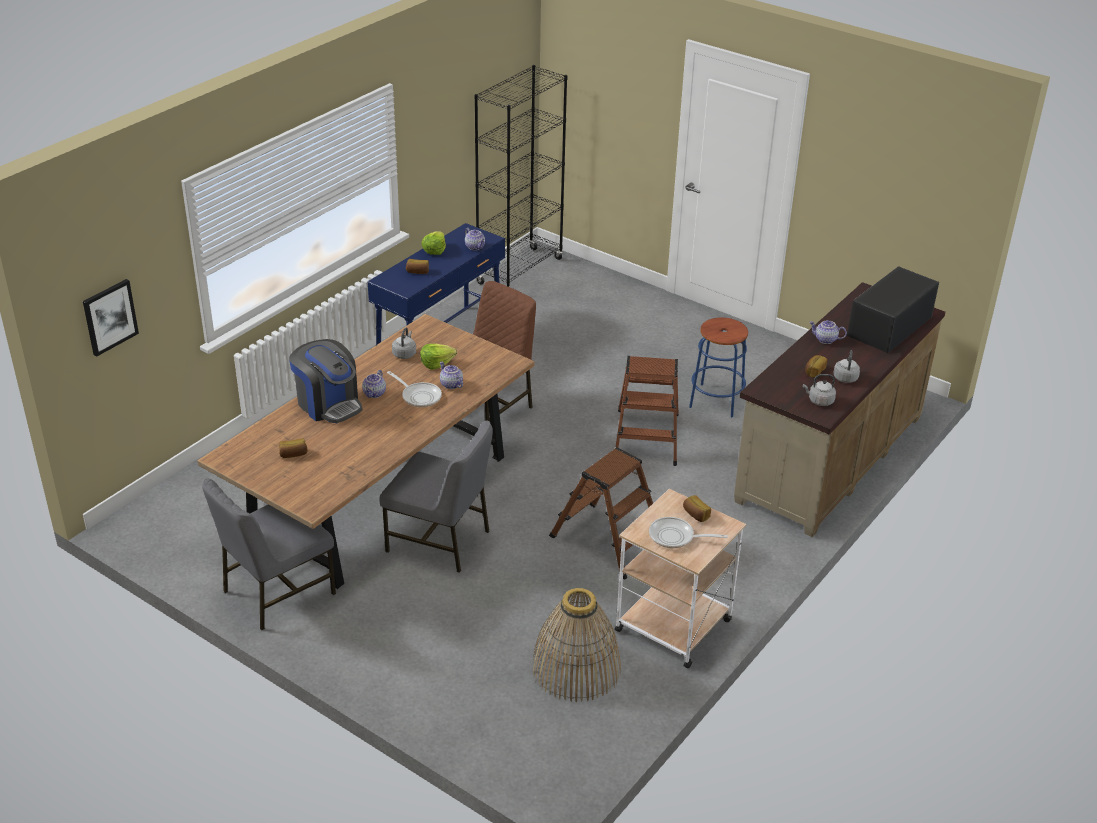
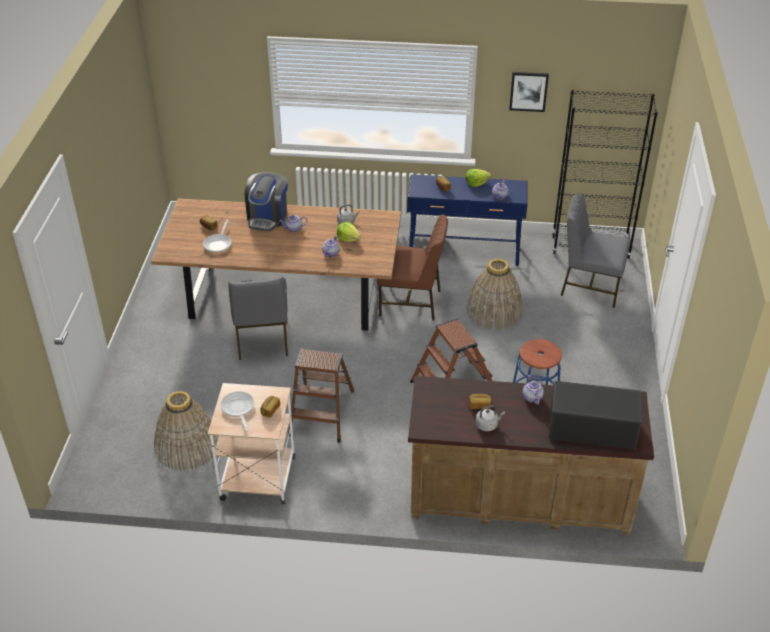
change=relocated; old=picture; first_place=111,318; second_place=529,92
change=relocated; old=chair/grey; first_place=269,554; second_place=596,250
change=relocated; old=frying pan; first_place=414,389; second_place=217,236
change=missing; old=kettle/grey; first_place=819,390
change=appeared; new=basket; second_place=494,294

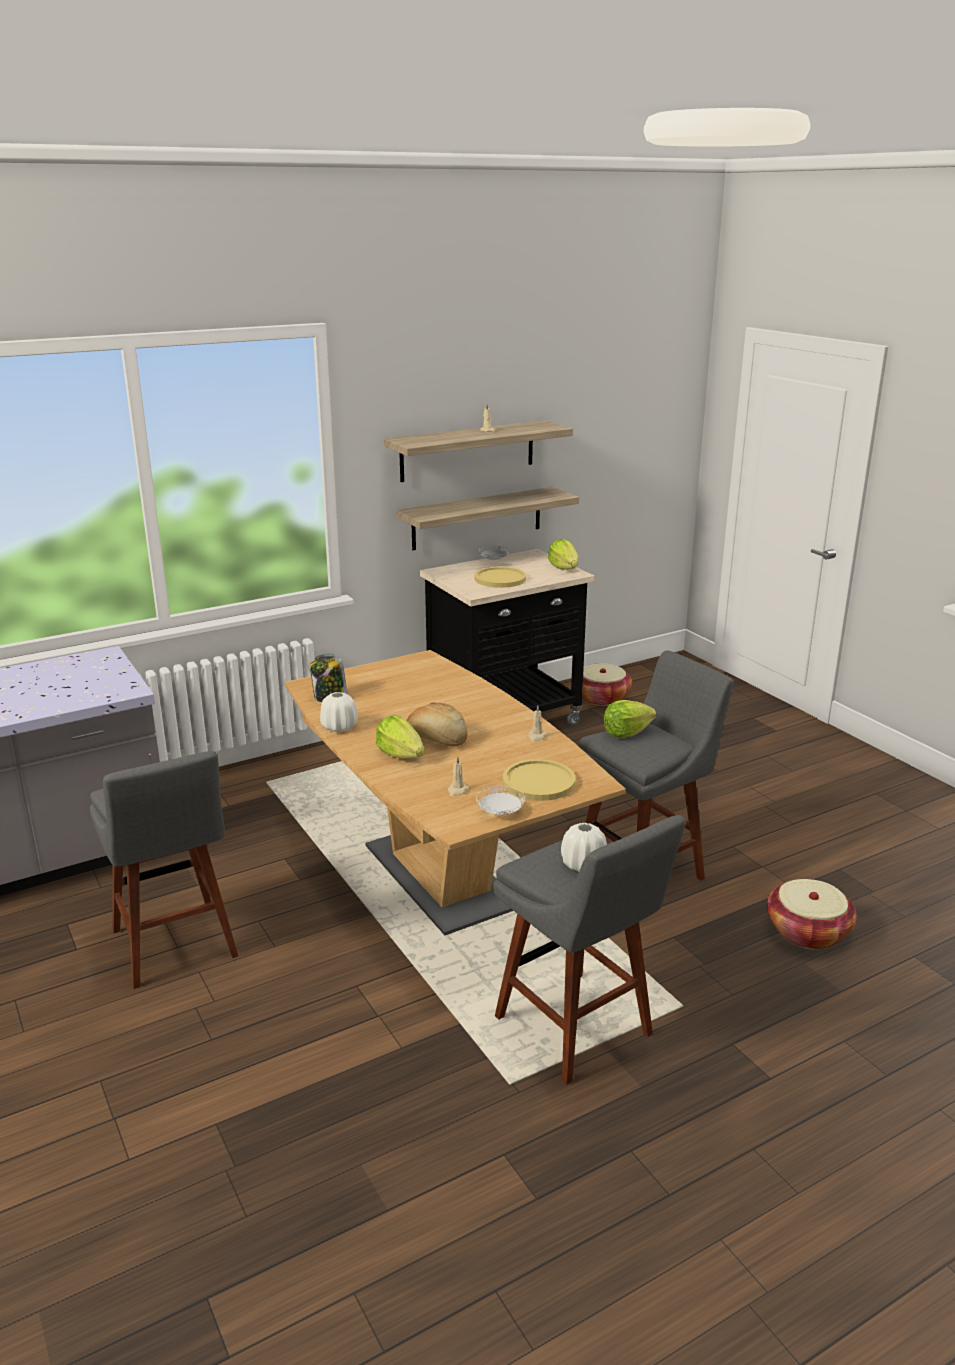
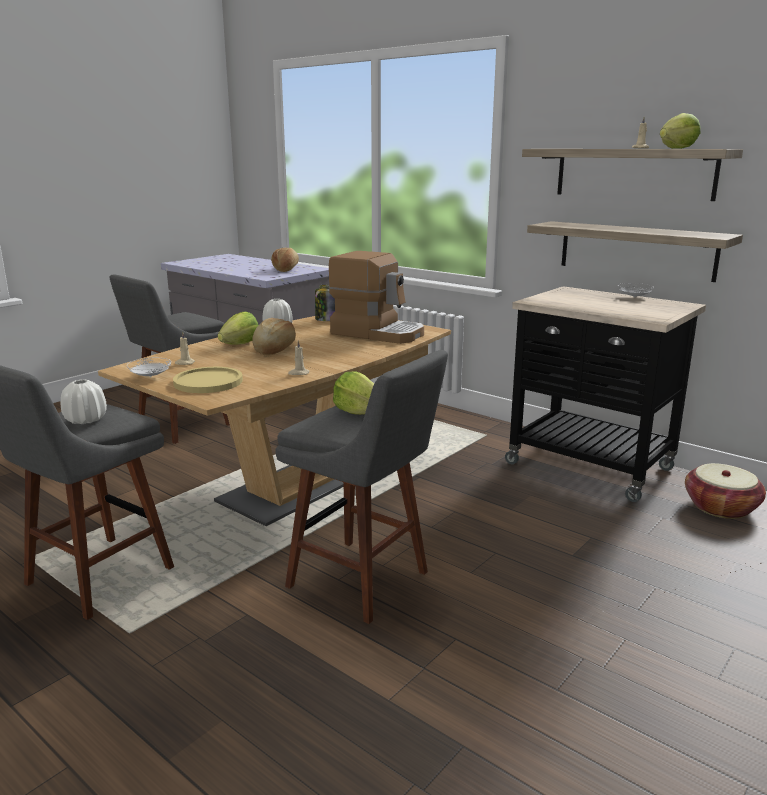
change=missing; old=plate/yellow; first_place=500,577
change=relocated; old=lettuce; first_place=563,554; second_place=680,131
change=missing; old=basket; first_place=812,914
change=appeared; new=bread; second_place=285,260
change=appeared; new=coffee machine; second_place=376,297

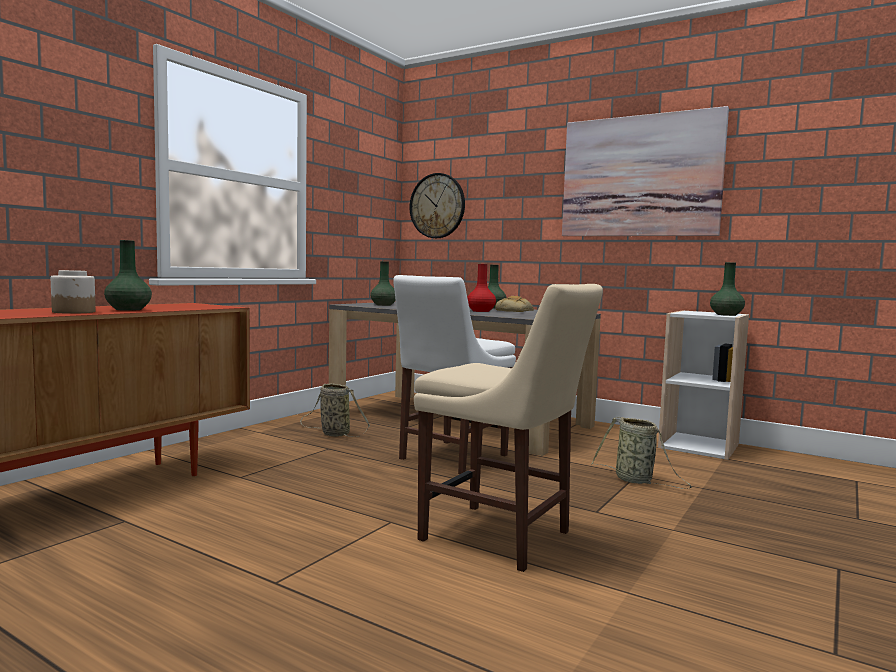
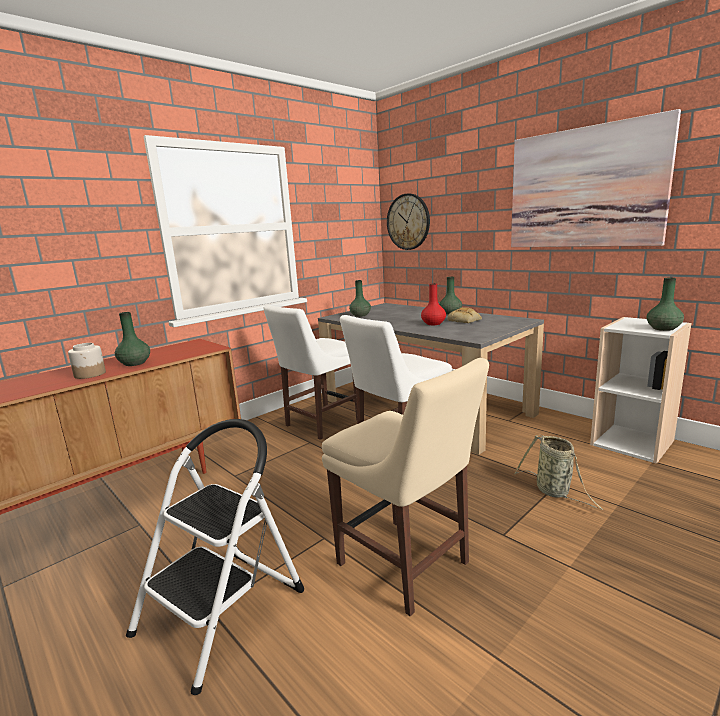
change=exchanged; old=basket; new=chair/white; first_place=335,410; second_place=310,372
change=appeared; new=step ladder; second_place=215,557

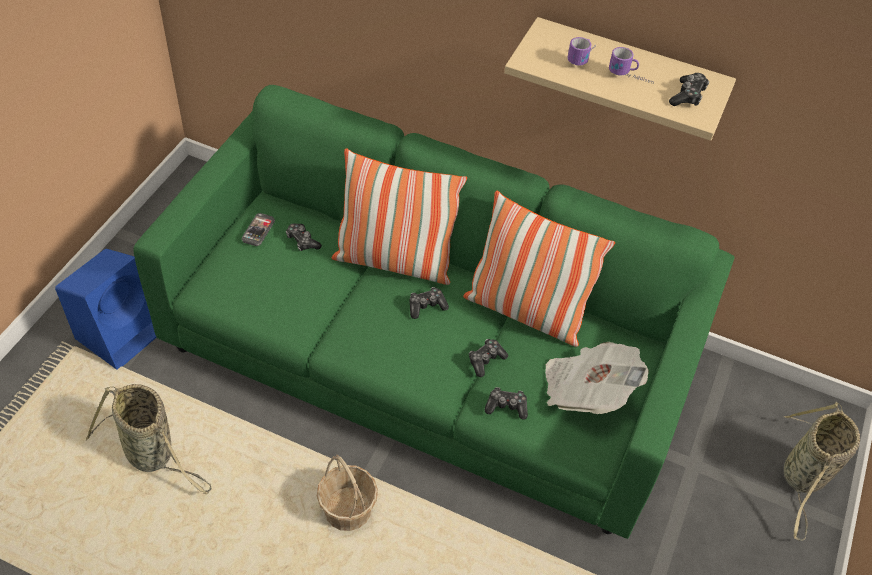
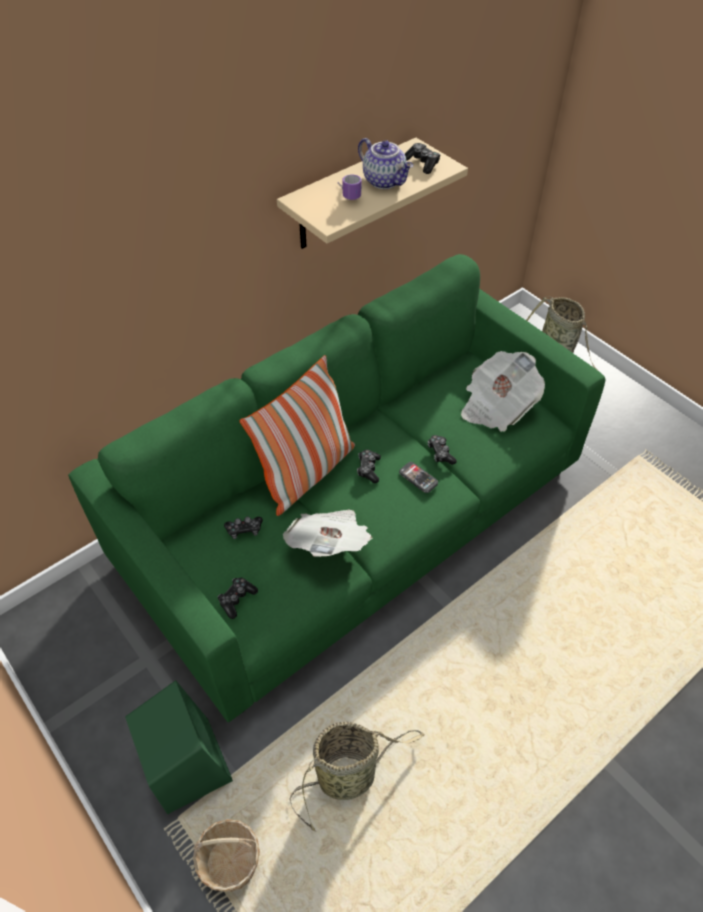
change=colour; old=speaker/blue; new=speaker/green; first_place=106,309; second_place=179,747
change=relocated; old=phone; first_place=258,229; second_place=418,477
change=relocated; old=basket; first_place=347,493; second_place=226,855
change=missing; old=pillow; first_place=539,269
change=relocated; old=game controller; first_place=506,403; second_place=238,598
change=exchanged; old=mug; new=teapot; first_place=631,65; second_place=385,163
change=appeared; new=newspaper; second_place=327,533

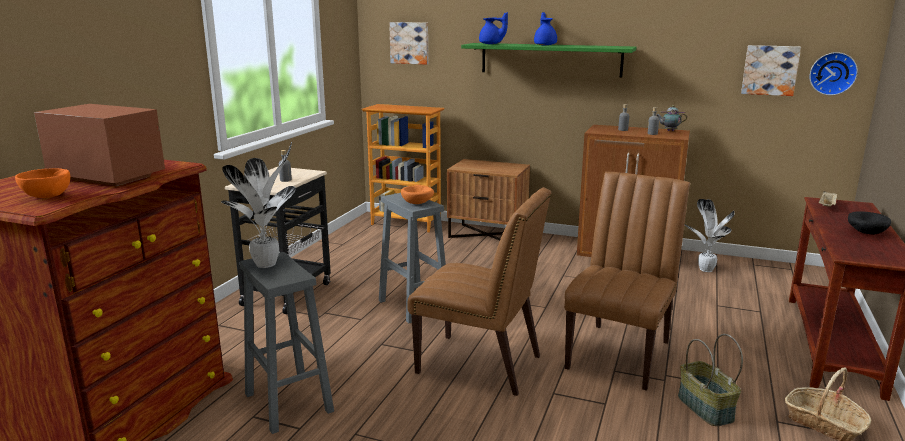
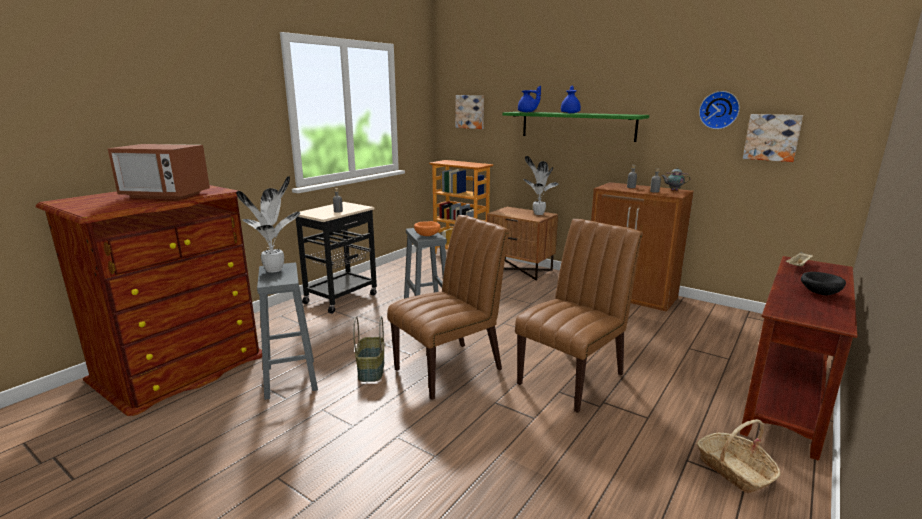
change=missing; old=bowl/orange; first_place=42,183
change=spun; old=microwave; first_place=99,145; second_place=159,172; degrees=150
change=spun; old=chair/brown; first_place=479,291; second_place=448,307; degrees=-75
change=relocated; old=basket; first_place=710,380; second_place=369,349
change=relocated; old=potted plant; first_place=709,235; second_place=541,185
change=relocated; old=wall clock; first_place=833,73; second_place=719,110

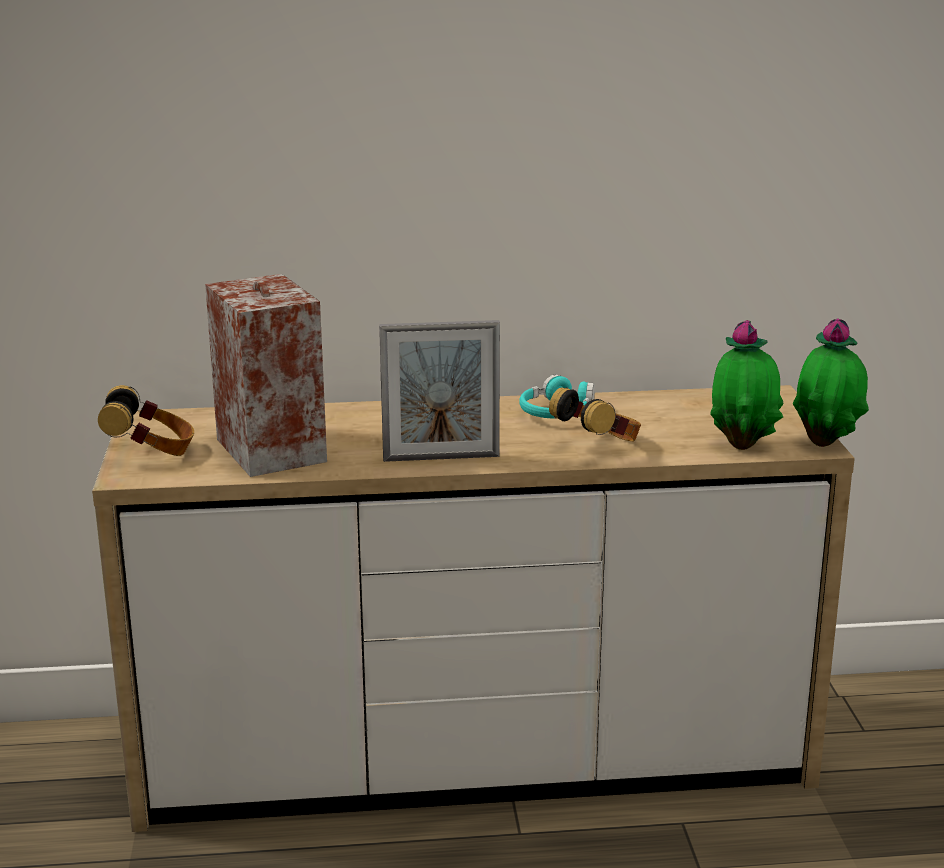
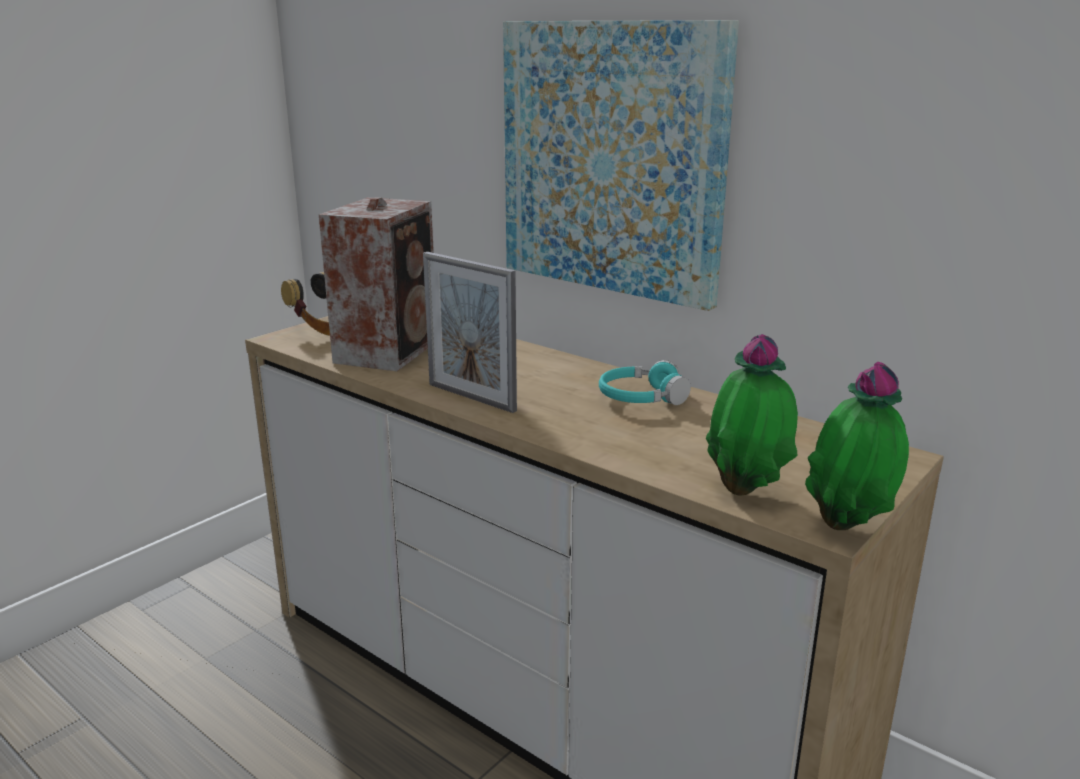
change=missing; old=headphones; first_place=595,414
change=appeared; new=picture; second_place=621,165

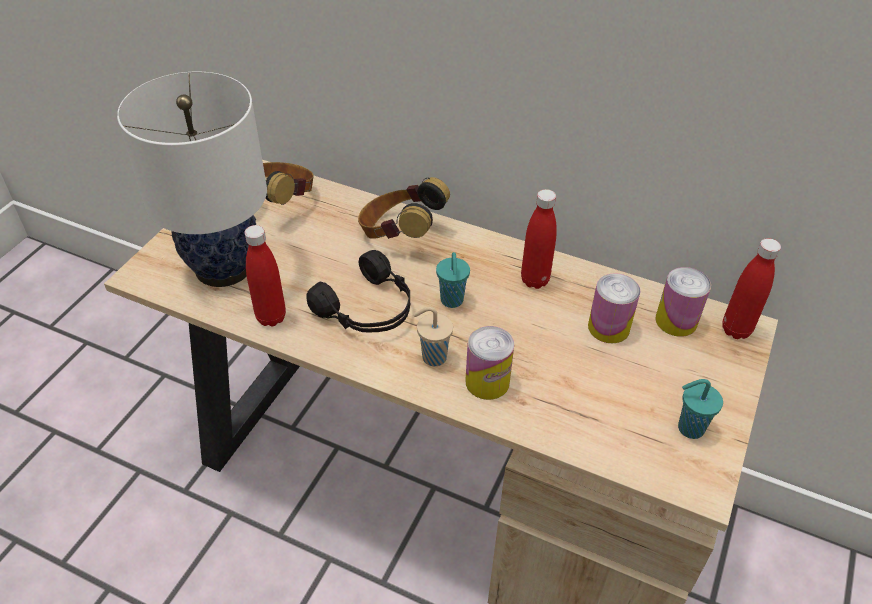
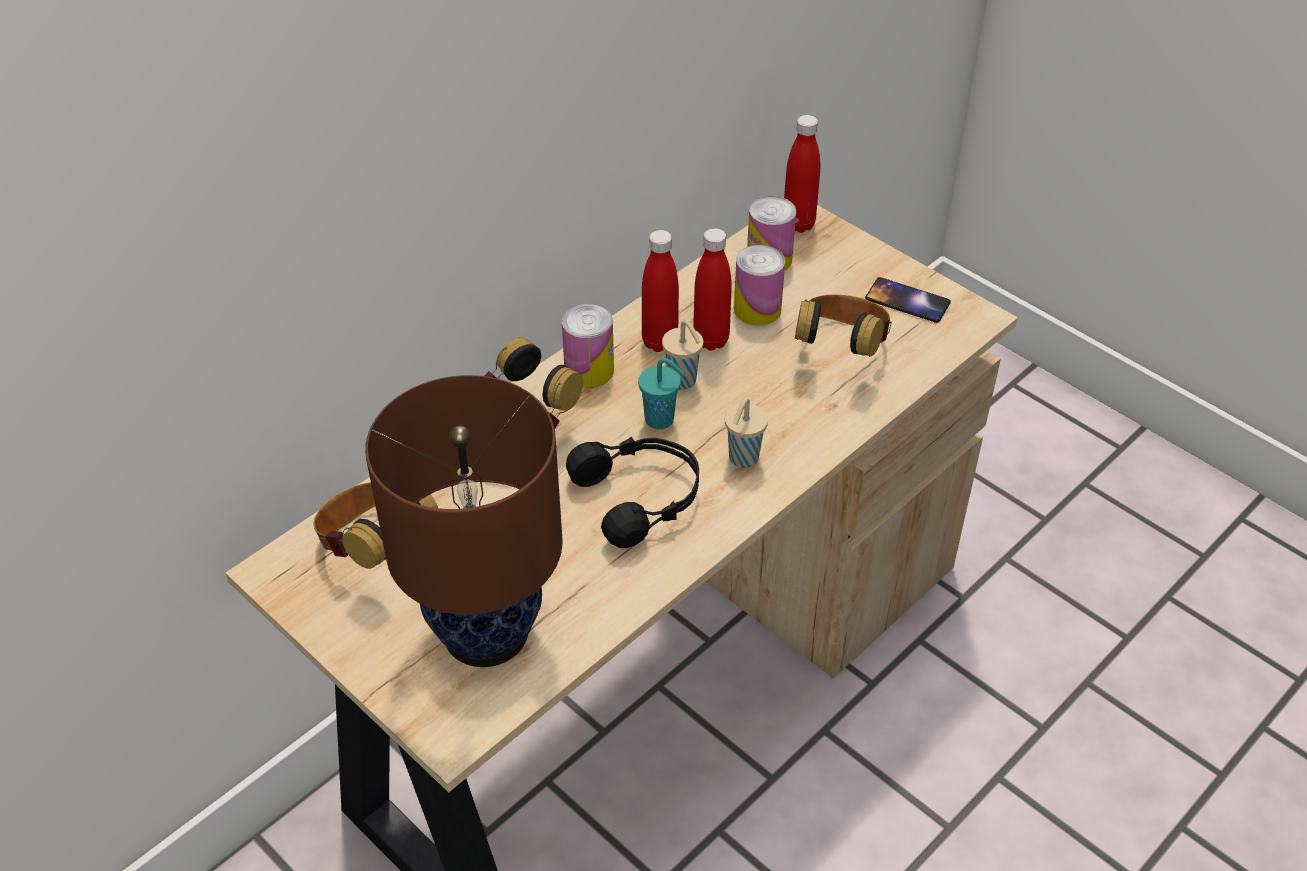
change=colour; old=table lamp/white; new=table lamp/brown; first_place=192,179; second_place=464,521
change=relocated; old=bottle/red; first_place=265,276; second_place=712,289
change=relocated; old=can; first_place=489,363; second_place=588,346
change=exchanged; old=cup/turquoise; new=phone; first_place=700,409; second_place=908,300
change=appeared; new=cup/beige; second_place=682,355
change=appeared; new=headphones; second_place=843,326

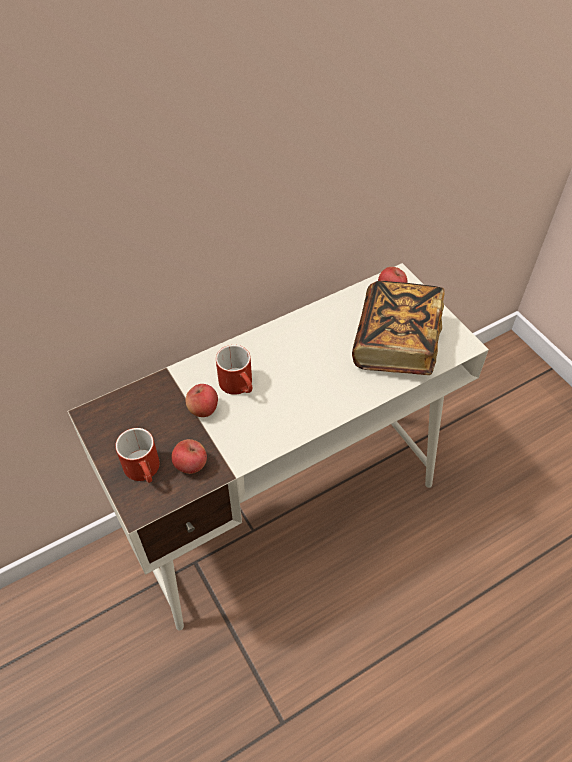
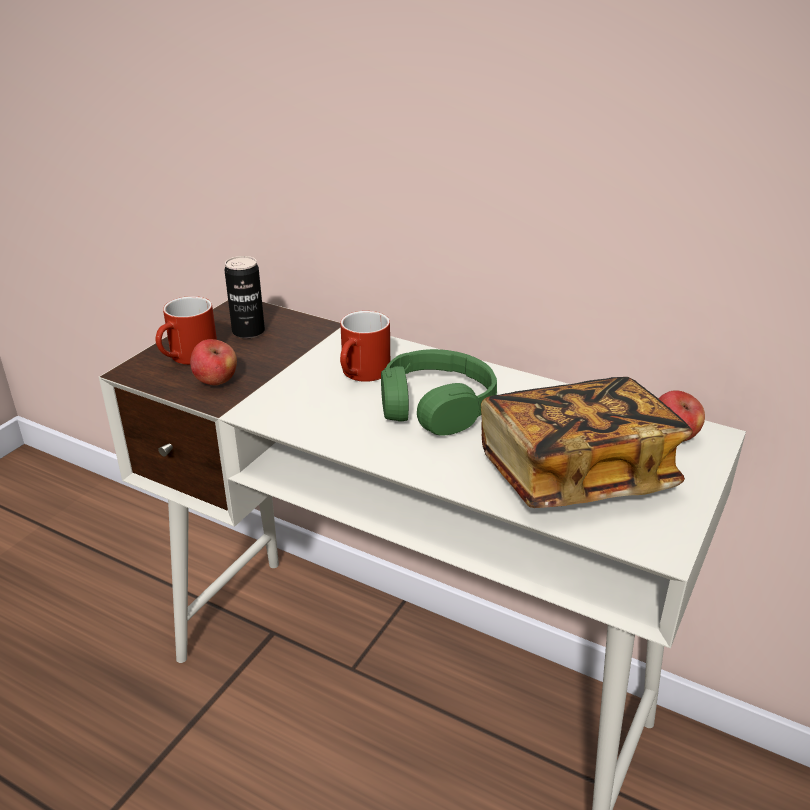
change=missing; old=apple; first_place=202,400
change=appeared; new=can; second_place=244,297
change=appeared; new=headphones/green; second_place=439,392

